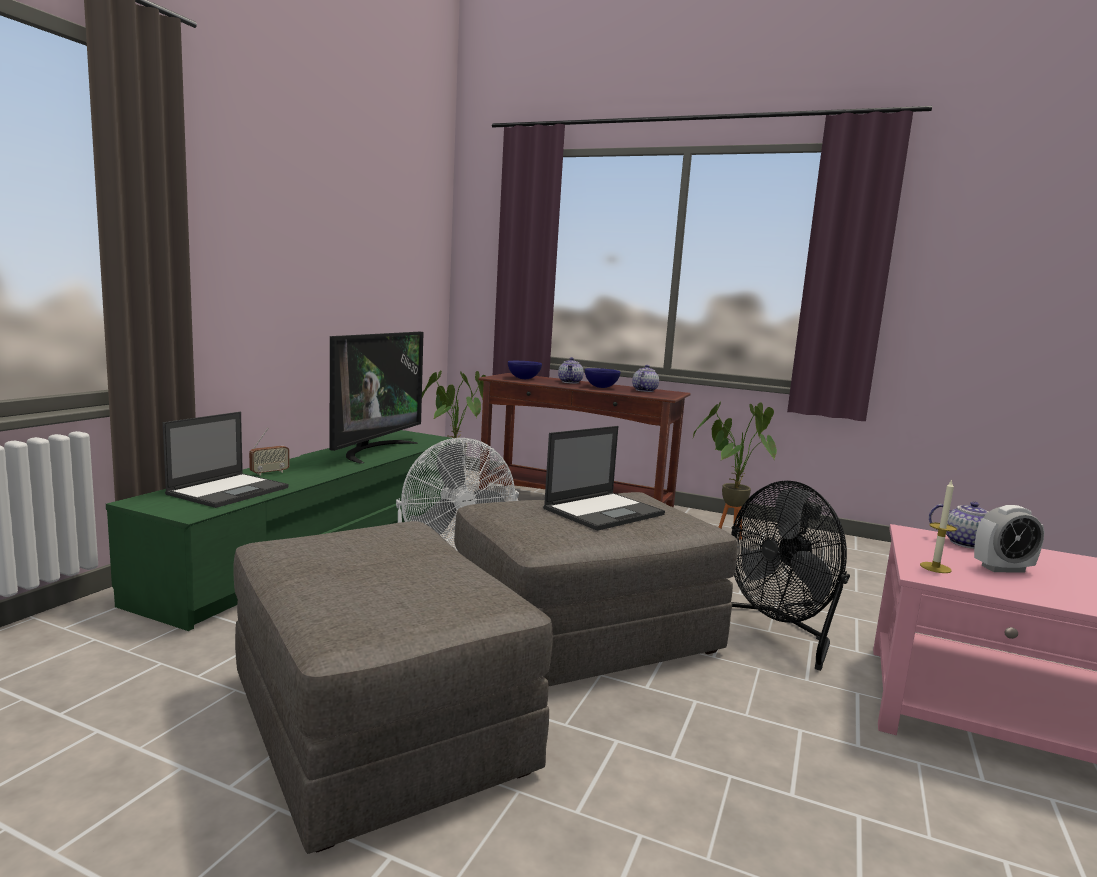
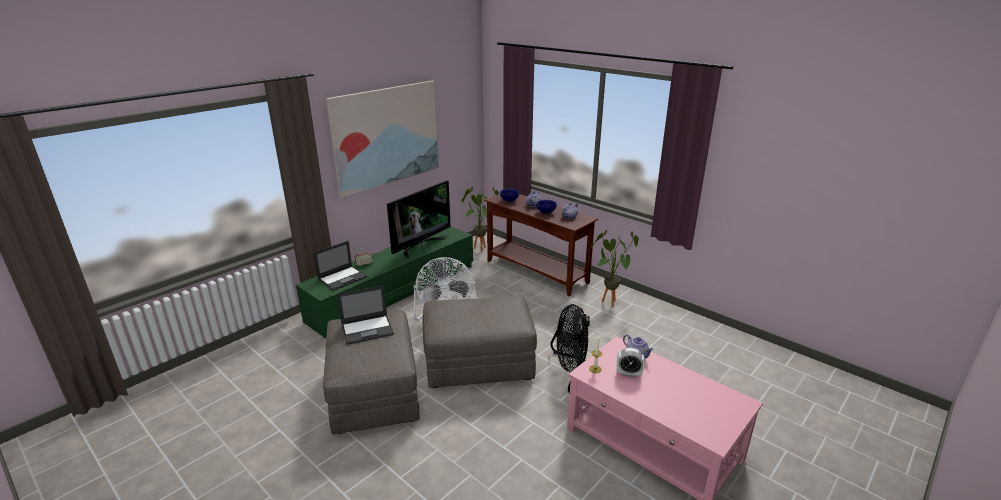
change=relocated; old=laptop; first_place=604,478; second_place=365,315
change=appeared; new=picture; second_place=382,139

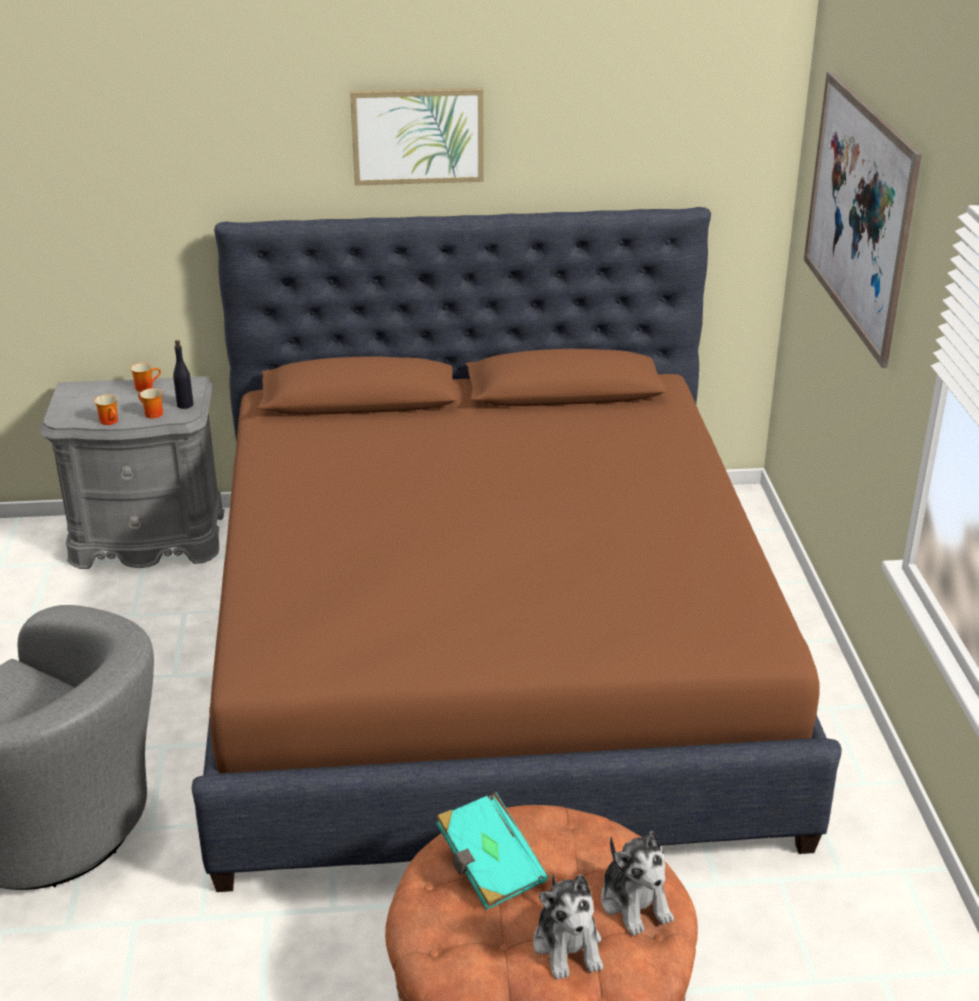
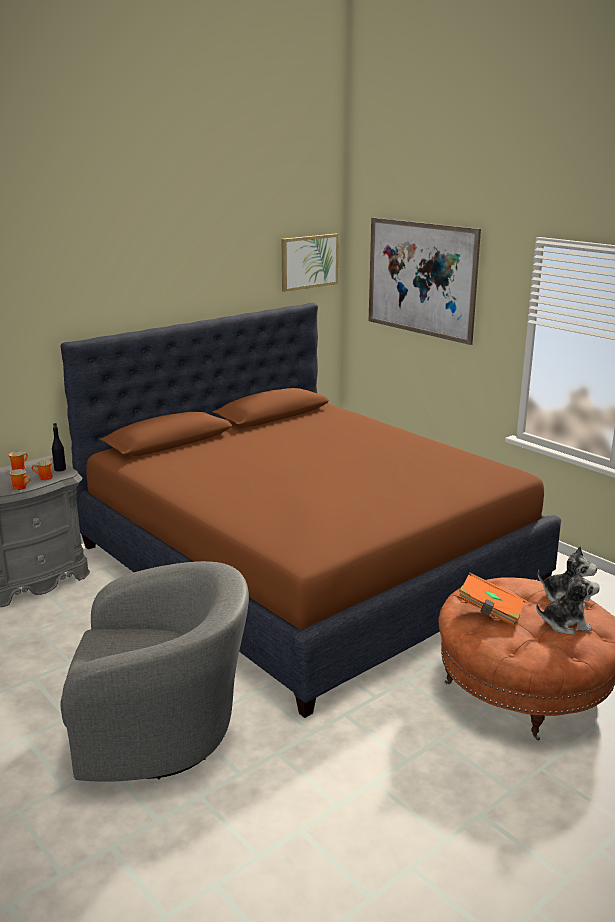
change=relocated; old=picture; first_place=417,137; second_place=310,263
change=colour; old=book/turquoise; new=book/orange; first_place=492,851; second_place=491,599
change=spun; old=plush toy; first_place=568,927; second_place=568,601; degrees=-45

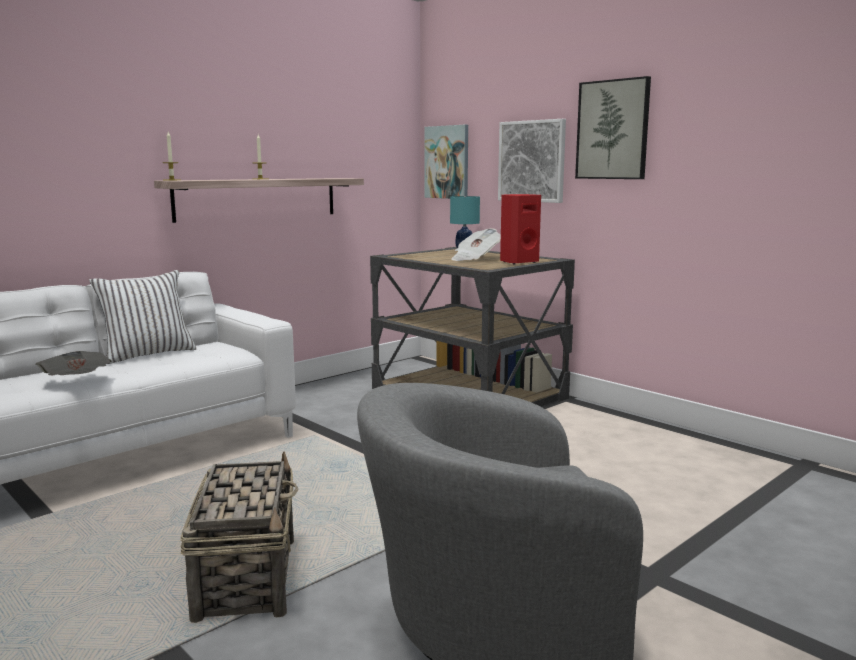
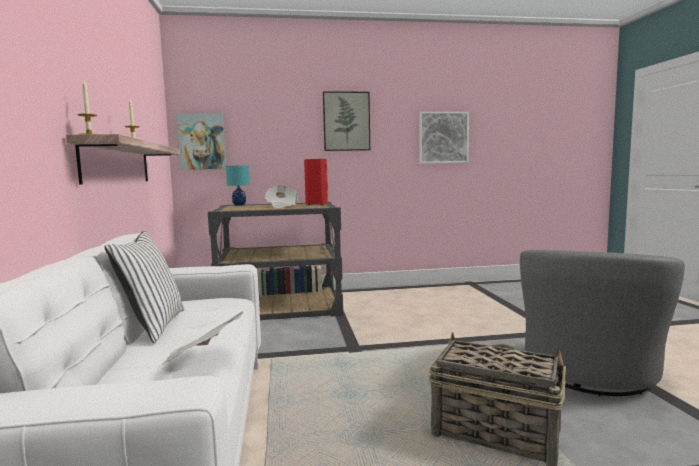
change=relocated; old=picture; first_place=532,161; second_place=444,138

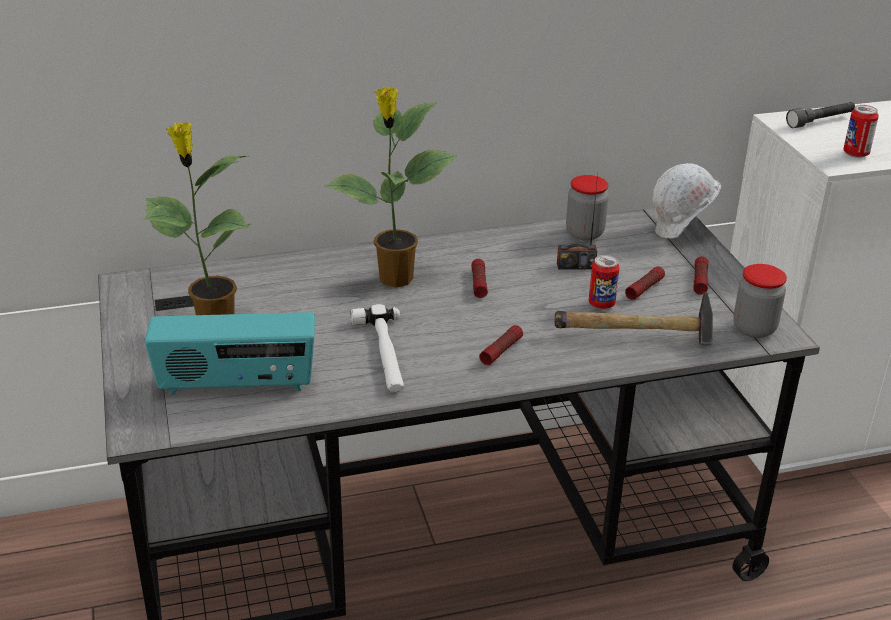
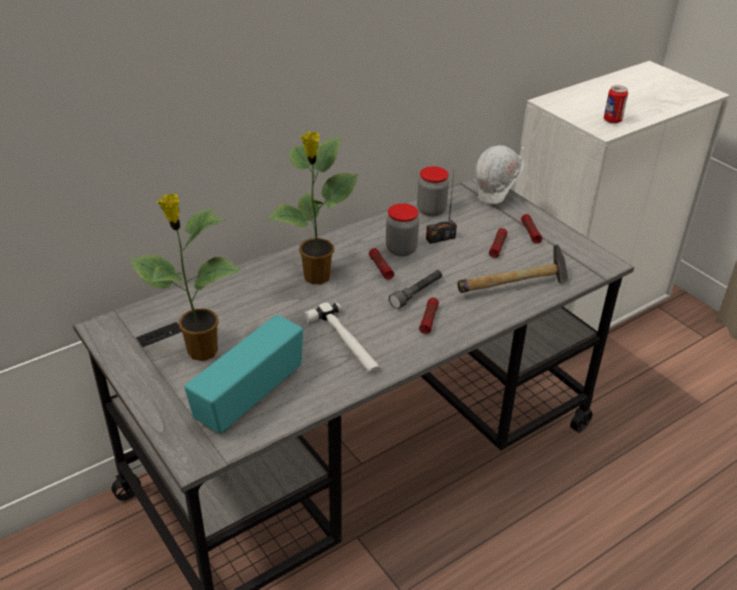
change=spun; old=radio; first_place=230,353; second_place=243,374; degrees=150
change=missing; old=can; first_place=604,282
change=relocated; old=jar; first_place=760,301; second_place=402,230
change=relocated; old=flashlight/grey; first_place=820,115; second_place=415,289

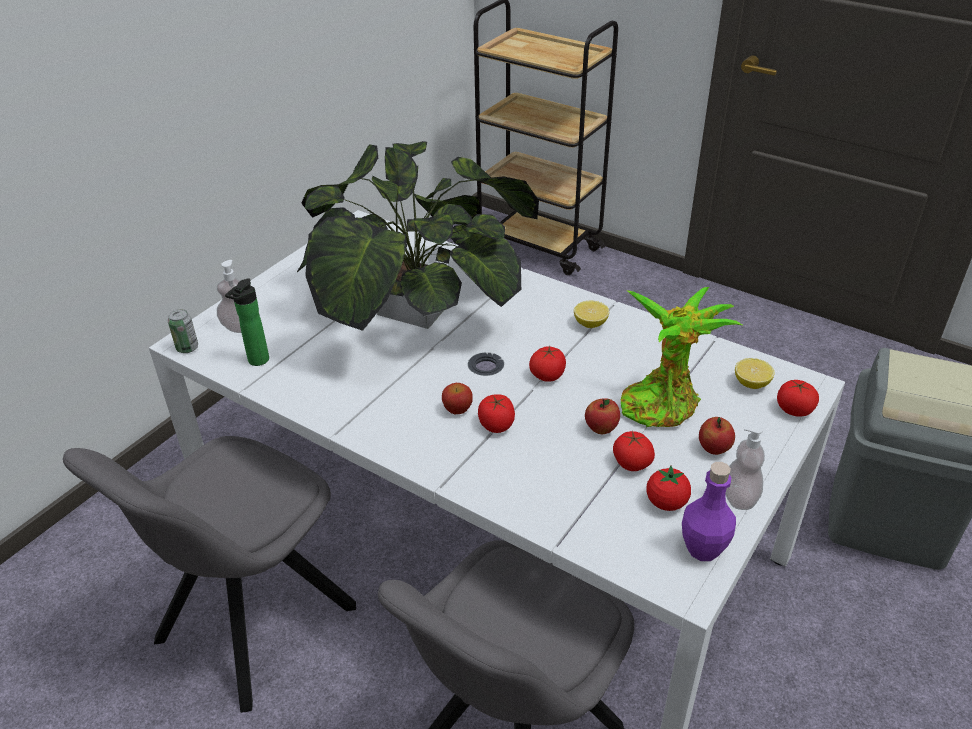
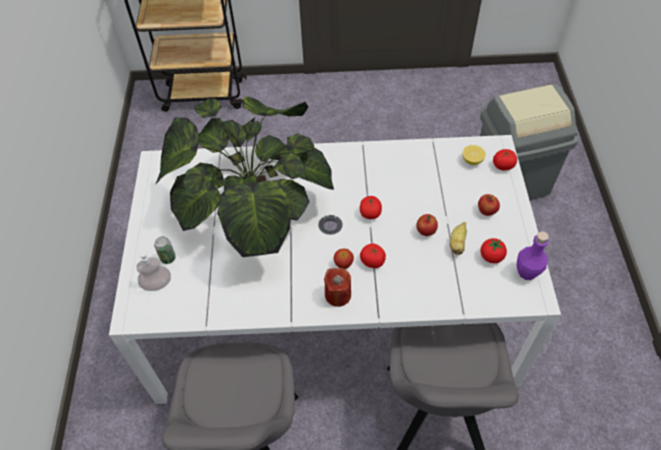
change=relocated; old=can; first_place=183,331; second_place=165,250
change=missing; old=bottle; first_place=247,322
change=missing; old=lemon; first_place=591,314
change=exchanged; old=tomato; new=banana; first_place=634,450; second_place=458,238
change=missing; old=potted plant; first_place=682,357
change=missing; old=soap dispenser; first_place=745,467
change=appeared; new=candle/red; second_place=337,287

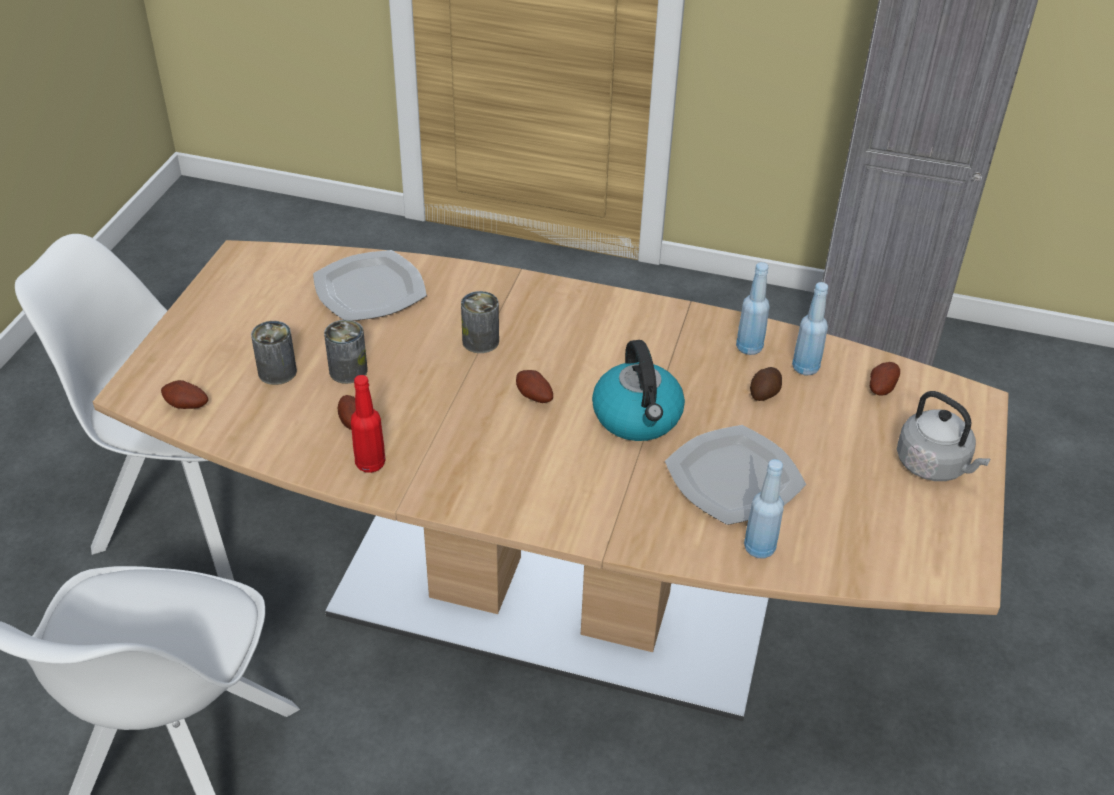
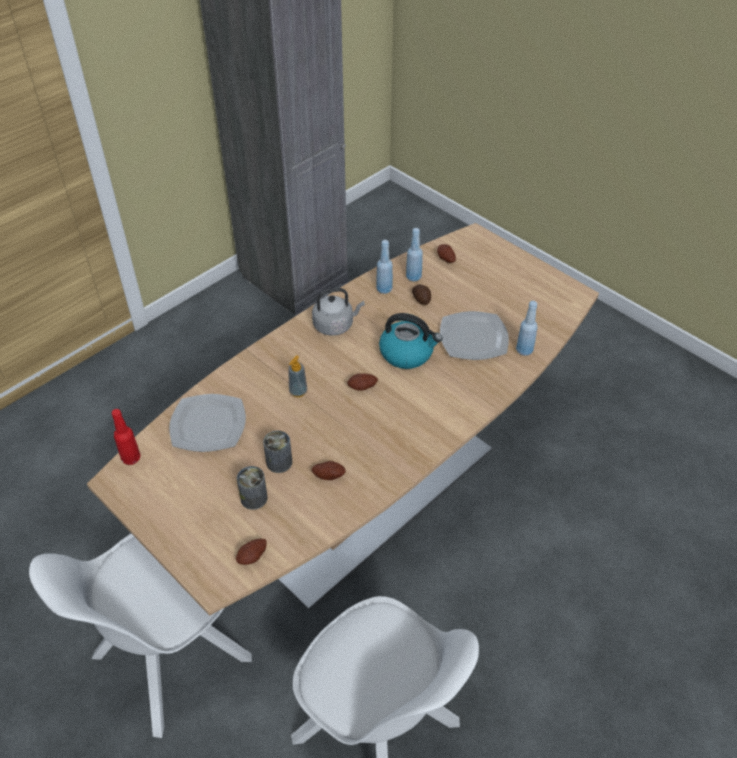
change=relocated; old=bottle/red; first_place=368,424; second_place=126,437
change=exchanged; old=can; new=soap dispenser; first_place=480,322; second_place=297,376
change=relocated; old=kettle/grey; first_place=943,436; second_place=338,312

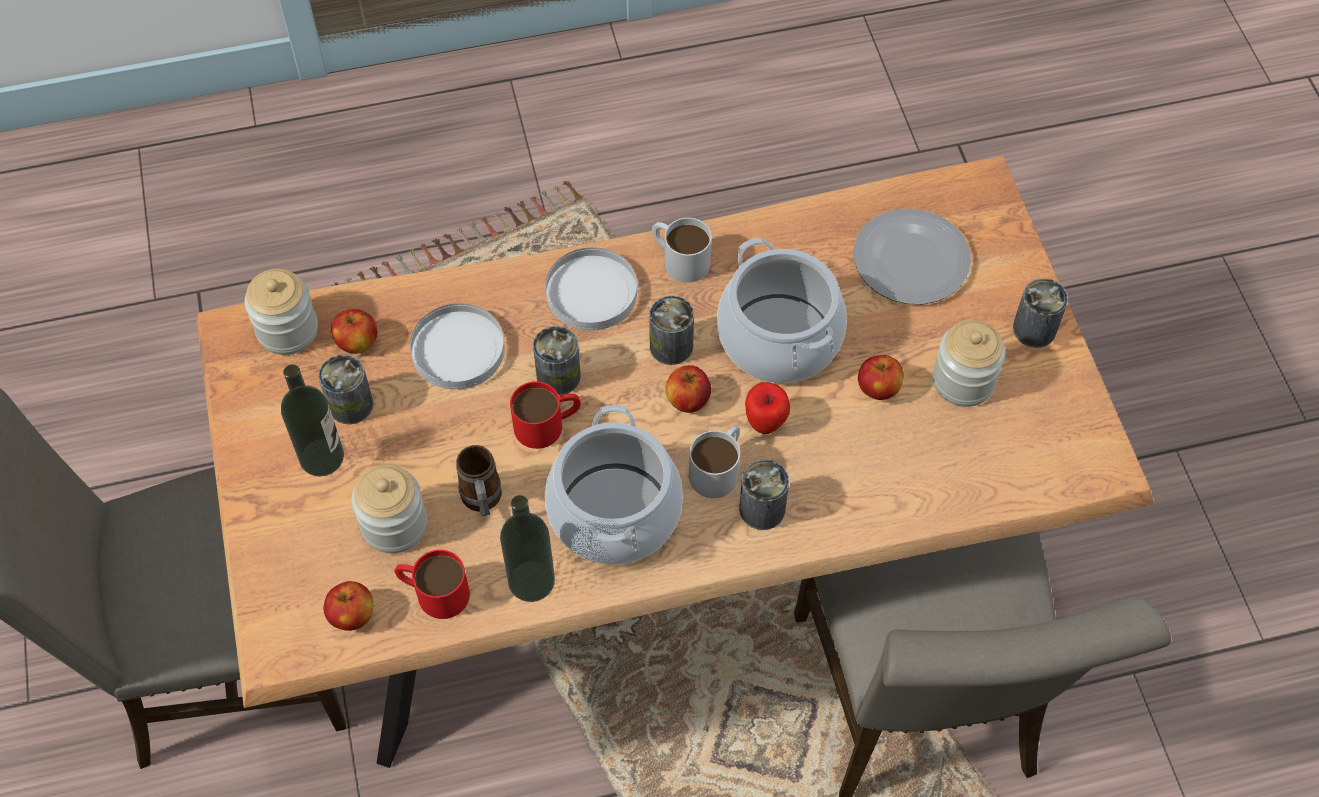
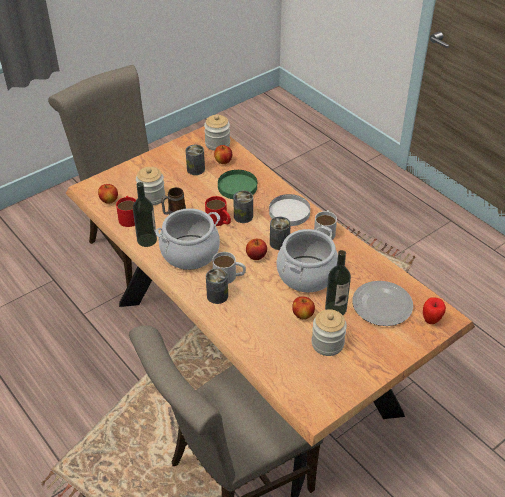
change=relocated; old=bottle; first_place=312,420; second_place=338,282
change=colour; old=plate/white; new=plate/green; first_place=457,347; second_place=237,184
change=relocated; old=apple; first_place=767,408; second_place=434,310
change=missing; old=can; first_place=1040,313

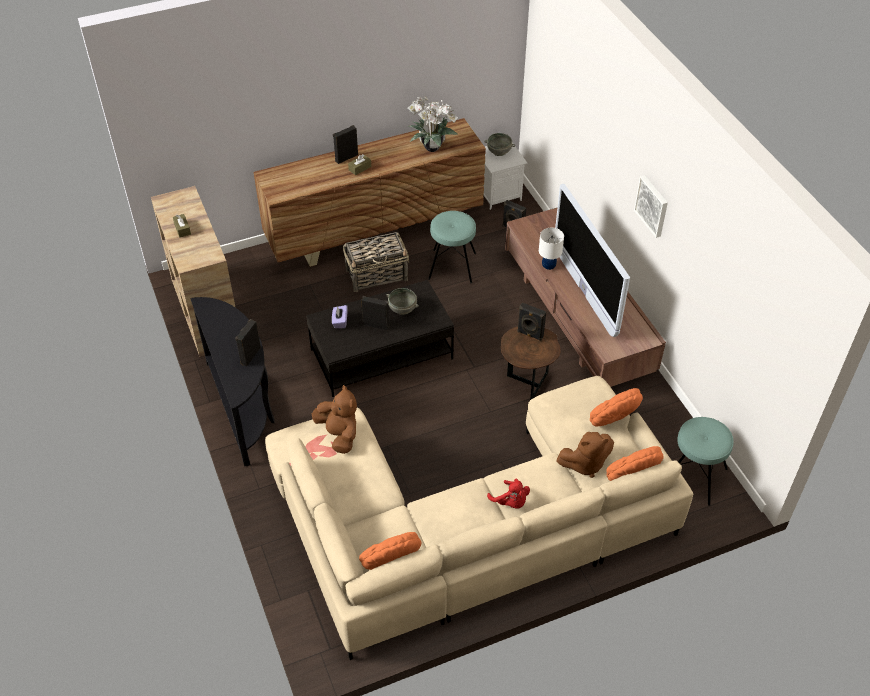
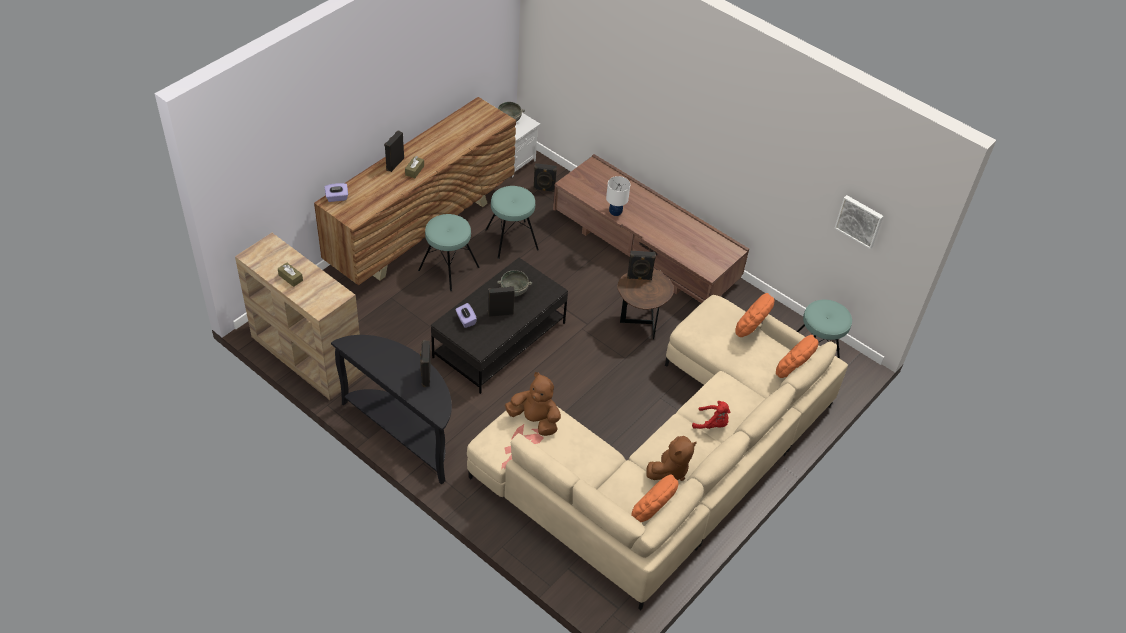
change=exchanged; old=basket; new=stool/turquoise; first_place=376,262; second_place=448,252
change=missing; old=potted plant; first_place=432,124
change=missing; old=television; first_place=592,260
change=relocated; old=plush toy/brown; first_place=585,455; second_place=671,458
change=relocated; old=picture; first_place=651,206; second_place=859,222
change=appeared; new=tissue box/purple; second_place=336,192

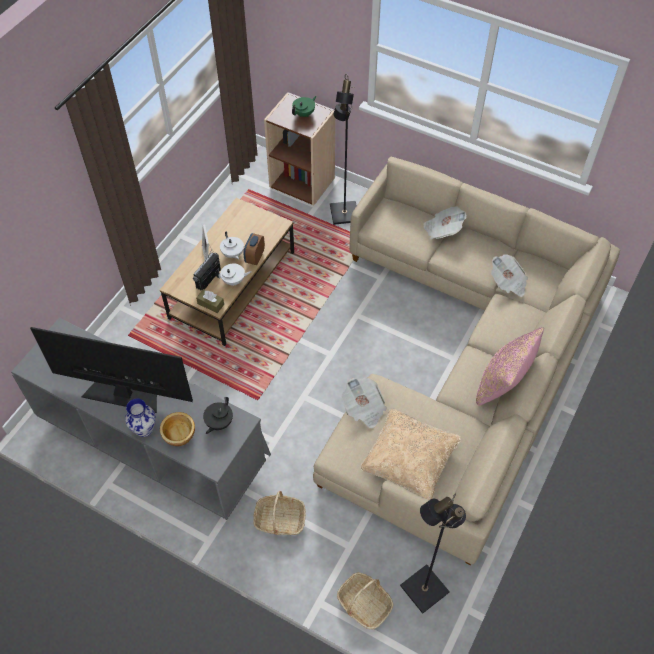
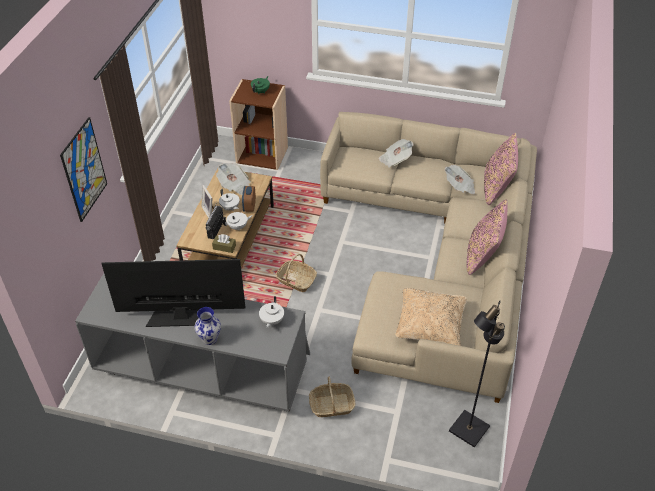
change=missing; old=bowl; first_place=177,429
change=colour; old=teapot/black; new=teapot/white; first_place=218,415; second_place=271,312
change=missing; old=floor lamp/black; first_place=343,149
change=relocated; old=basket; first_place=365,600; second_place=296,273
change=relocated; old=newspaper; first_place=364,403; second_place=233,179
change=appeared; new=picture; second_place=83,169
change=appeared; new=pillow/pink; second_place=501,169

